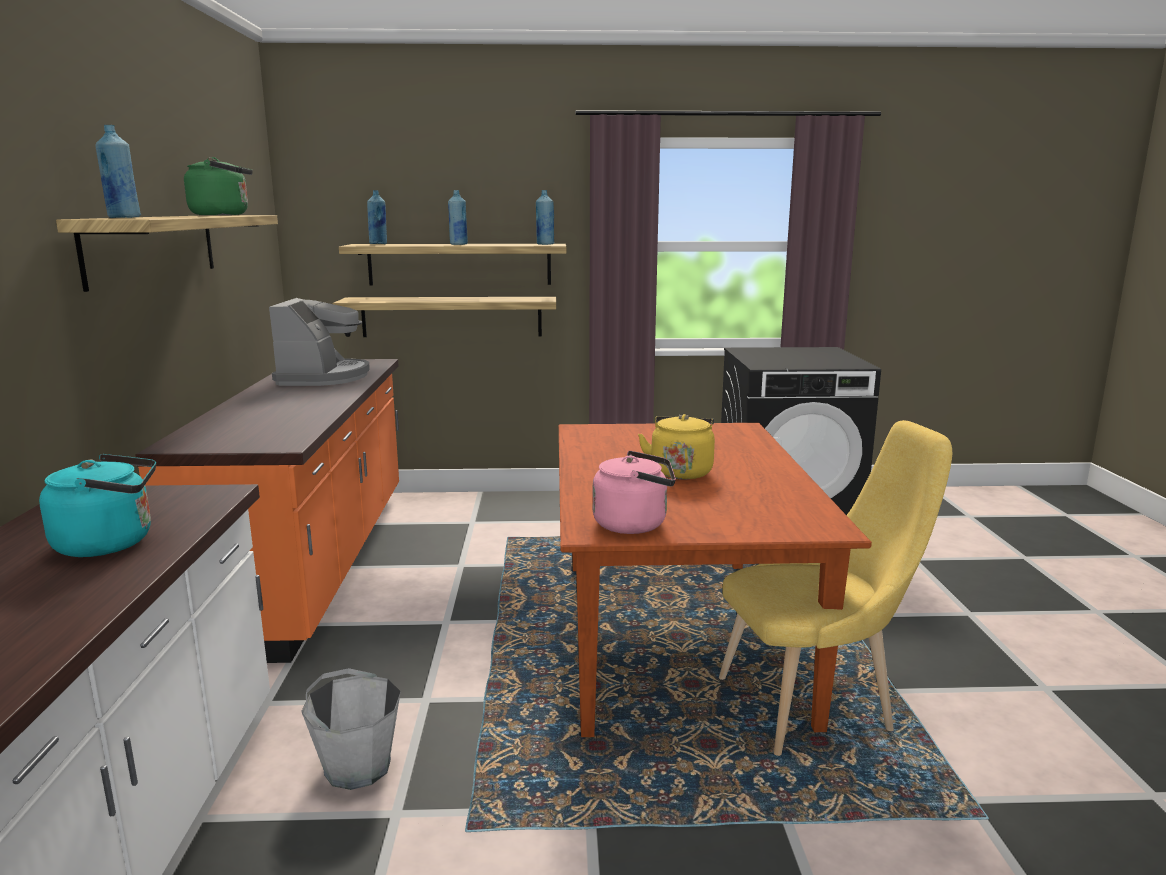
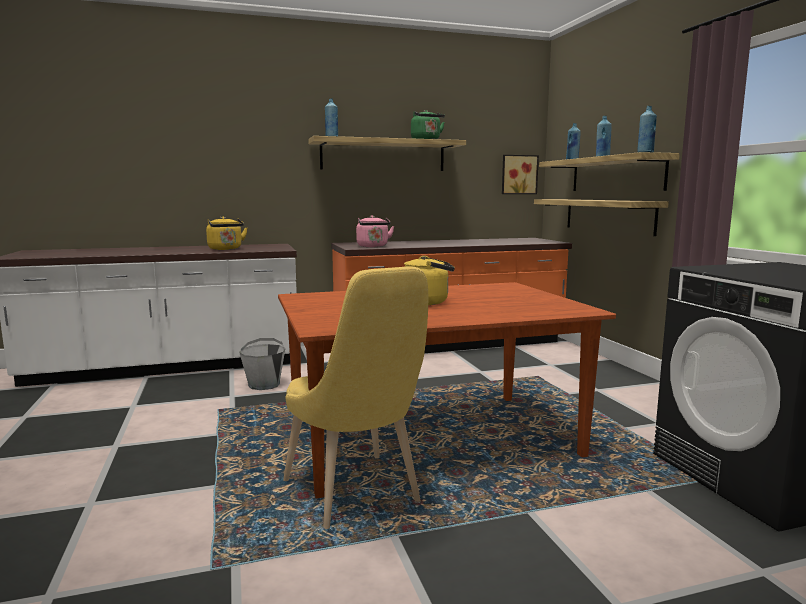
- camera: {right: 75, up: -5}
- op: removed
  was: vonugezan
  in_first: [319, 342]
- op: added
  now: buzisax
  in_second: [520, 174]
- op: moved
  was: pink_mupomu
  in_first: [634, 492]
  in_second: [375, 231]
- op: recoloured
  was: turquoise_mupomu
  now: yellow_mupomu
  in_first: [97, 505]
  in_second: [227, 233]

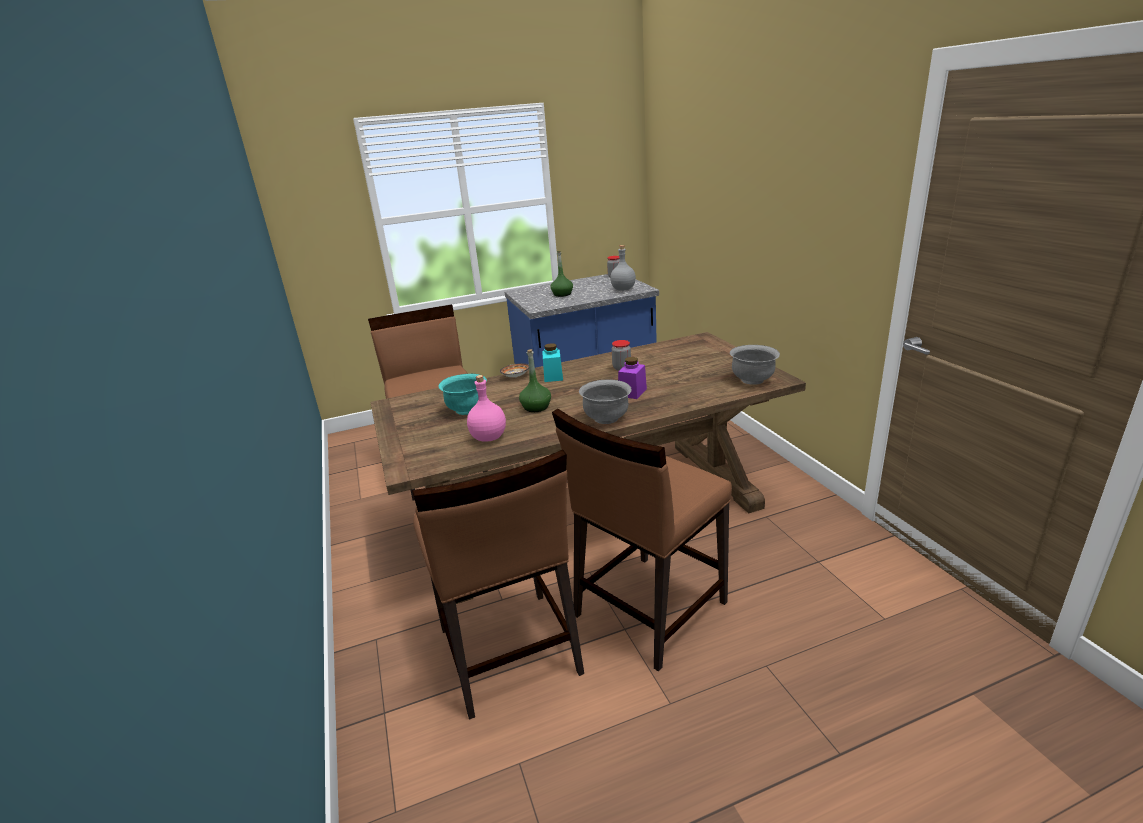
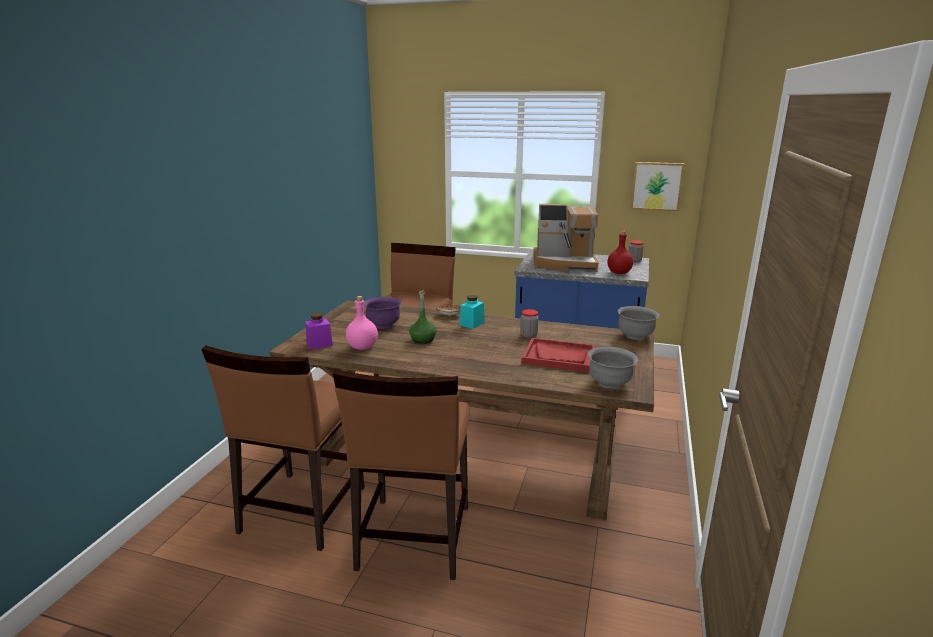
- camera: {right: 35, up: -5}
- op: added
  now: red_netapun
  in_second: [558, 355]
- op: added
  now: buzisax
  in_second: [657, 186]
- op: moved
  was: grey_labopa
  in_first: [605, 402]
  in_second: [639, 323]
- op: moved
  was: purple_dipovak
  in_first: [632, 378]
  in_second: [319, 331]
- op: replaced
  was: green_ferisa
  now: vonugezan
  in_first: [561, 274]
  in_second: [566, 238]
- op: recoloured
  was: turquoise_labopa
  now: purple_labopa
  in_first: [463, 394]
  in_second: [383, 313]
- op: recoloured
  was: grey_ferisa
  now: red_ferisa
  in_first: [623, 268]
  in_second: [620, 252]
- op: turned
  was: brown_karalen
  in_first: [642, 540]
  in_second: [401, 475]
  clockwise: -75

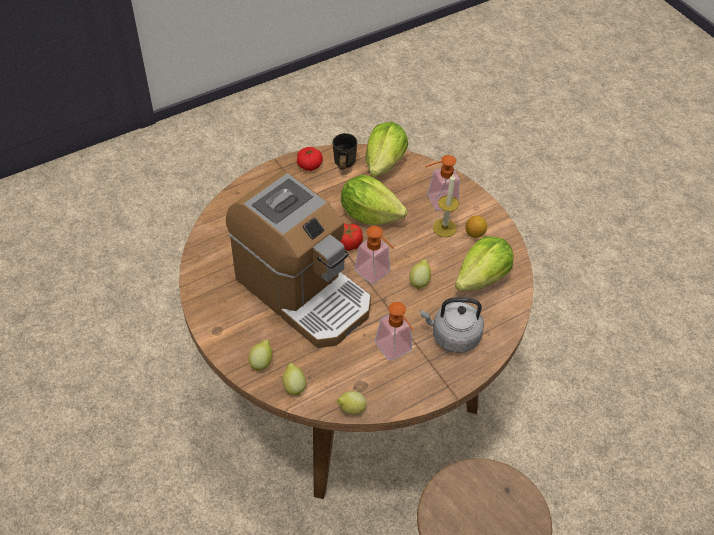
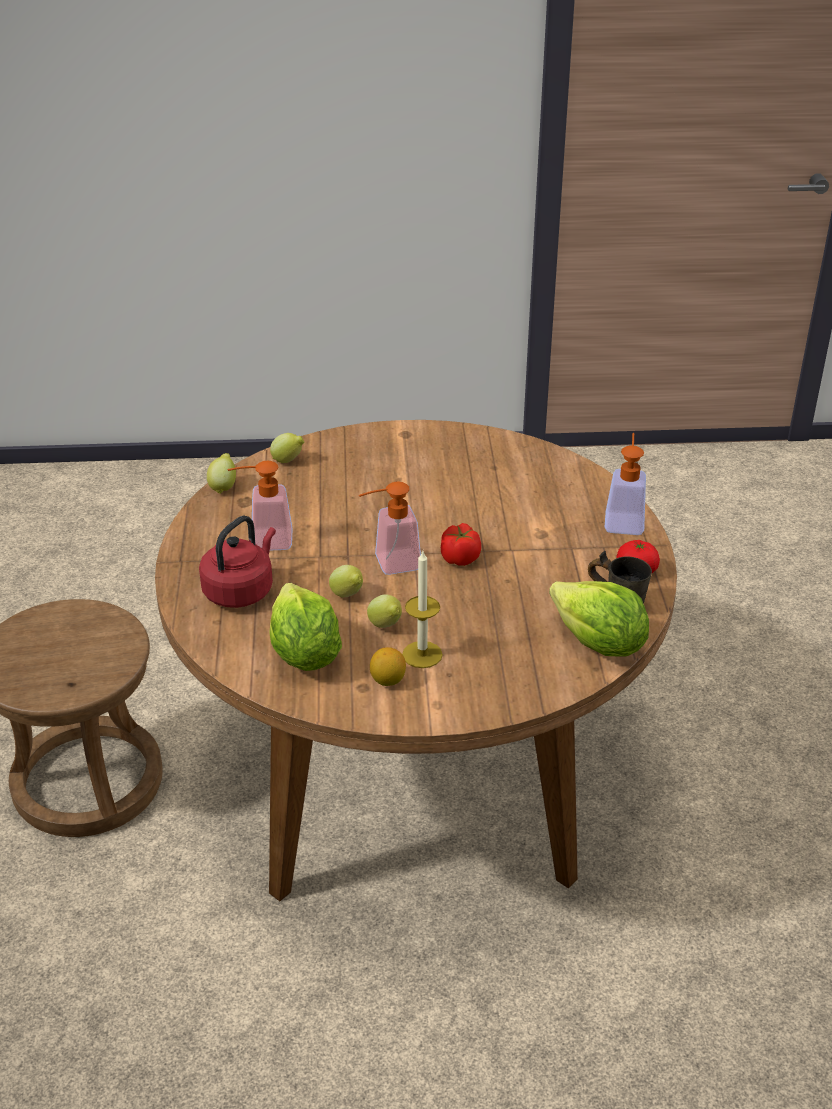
- camera: {right: 120, up: -15}
- op: removed
  was: vonugezan
  in_first: [298, 259]
- op: removed
  was: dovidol
  in_first: [374, 200]
- op: moved
  was: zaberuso
  in_first: [260, 355]
  in_second: [384, 611]
- op: moved
  was: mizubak
  in_first: [442, 183]
  in_second: [625, 484]
- op: recoloured
  was: grey_mupomu
  now: red_mupomu
  in_first: [452, 325]
  in_second: [237, 562]

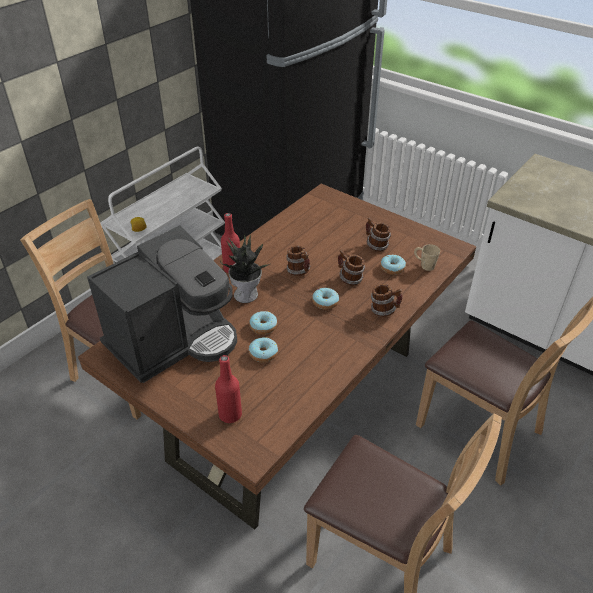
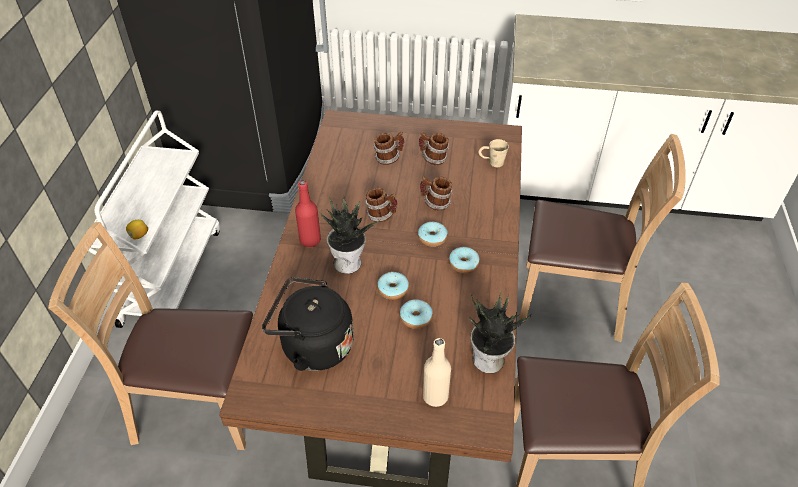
- camera: {right: -30, up: 5}
- op: added
  now: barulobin
  in_second: [500, 332]
- op: moved
  was: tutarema
  in_first: [387, 300]
  in_second: [388, 148]
- op: moved
  was: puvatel
  in_first: [393, 265]
  in_second: [464, 260]
- op: replaced
  was: vonugezan
  now: black_mupomu
  in_first: [162, 304]
  in_second: [308, 324]
- op: recoloured
  was: red_ferisa
  now: beige_ferisa
  in_first: [228, 389]
  in_second: [437, 372]

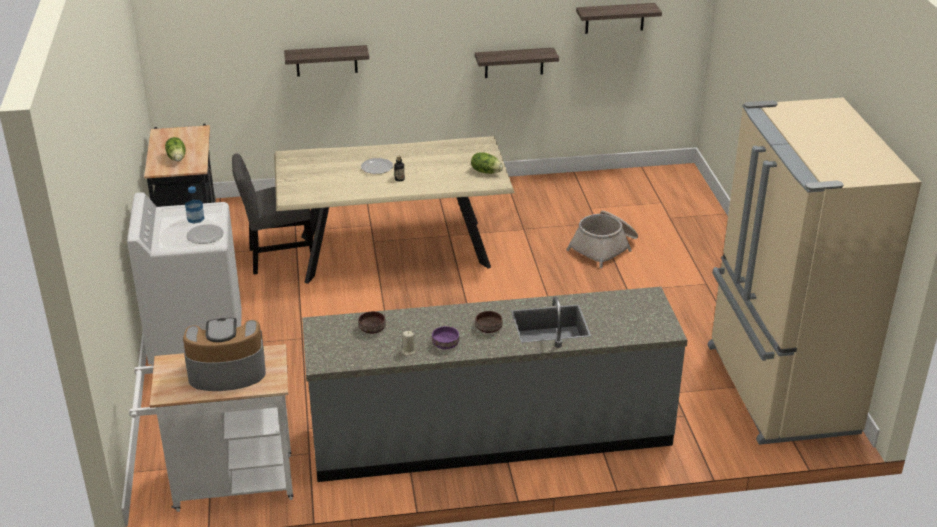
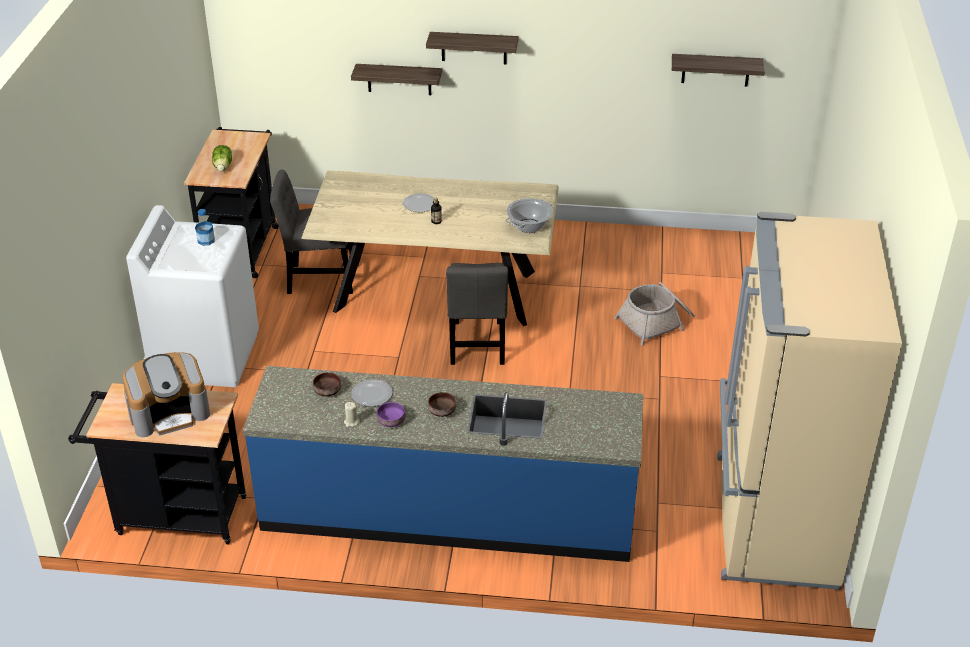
- camera: {right: 15, up: 5}
- op: added
  now: grey_karalen
  in_second: [477, 314]
- op: moved
  was: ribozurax
  in_first: [205, 234]
  in_second: [371, 392]
- op: moved
  was: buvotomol
  in_first: [517, 63]
  in_second: [472, 48]
- op: replaced
  was: dovidol
  now: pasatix
  in_first: [487, 163]
  in_second: [529, 215]
- op: recoloured
  was: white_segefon
  now: black_segefon
  in_first: [211, 428]
  in_second: [157, 463]
- op: recoloured
  was: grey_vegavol
  now: blue_vegavol
  in_first: [495, 384]
  in_second: [443, 464]
- op: turned
  was: vonugezan
  in_first: [224, 354]
  in_second: [166, 394]
  clockwise: 150

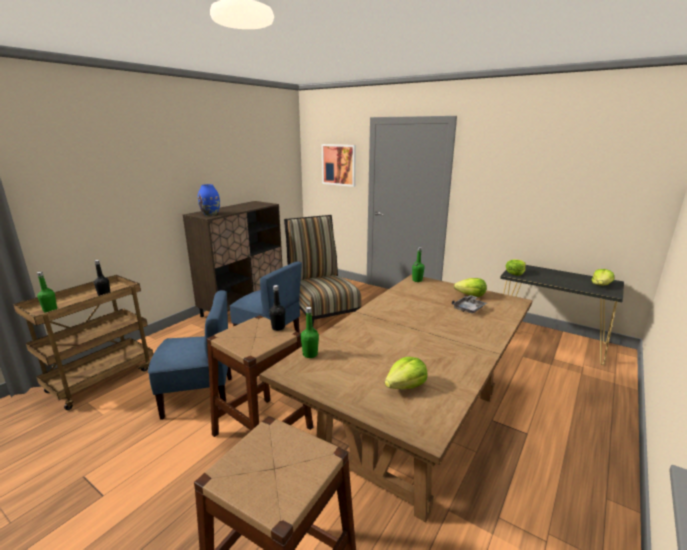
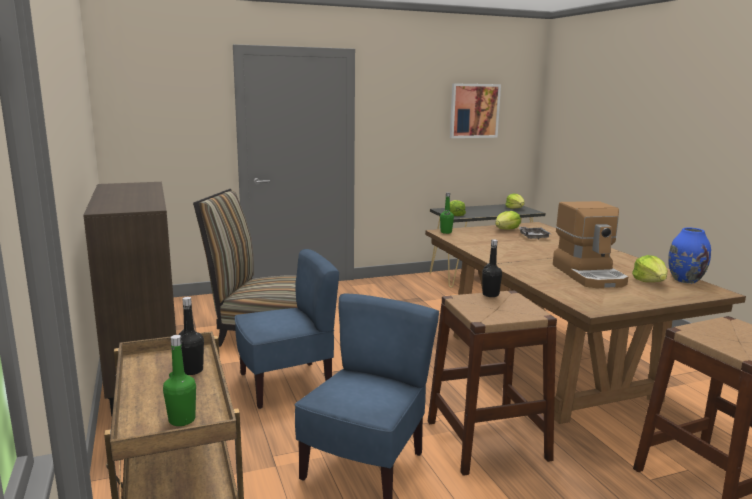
- camera: {right: -55, up: -5}
- op: removed
  was: green_ferisa
  in_first: [310, 332]
- op: added
  now: vonugezan
  in_second: [590, 244]
- op: moved
  was: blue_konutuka
  in_first: [209, 200]
  in_second: [689, 255]
- op: moved
  was: buzisax
  in_first: [339, 165]
  in_second: [475, 110]

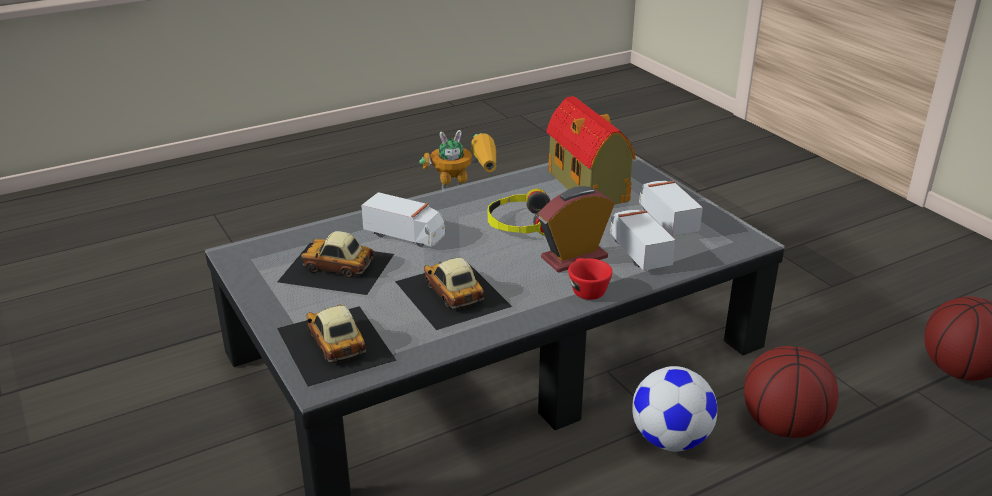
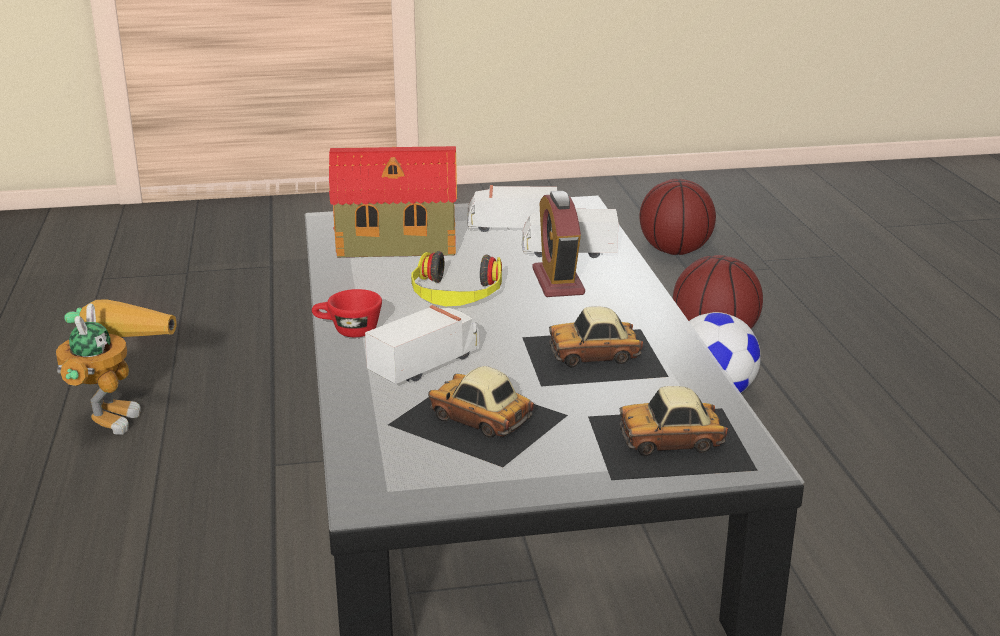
- camera: {right: -70, up: -5}
- op: moved
  was: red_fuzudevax
  in_first: [590, 279]
  in_second: [347, 313]
- op: turned
  was: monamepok
  in_first: [335, 263]
  in_second: [478, 416]
  clockwise: 90

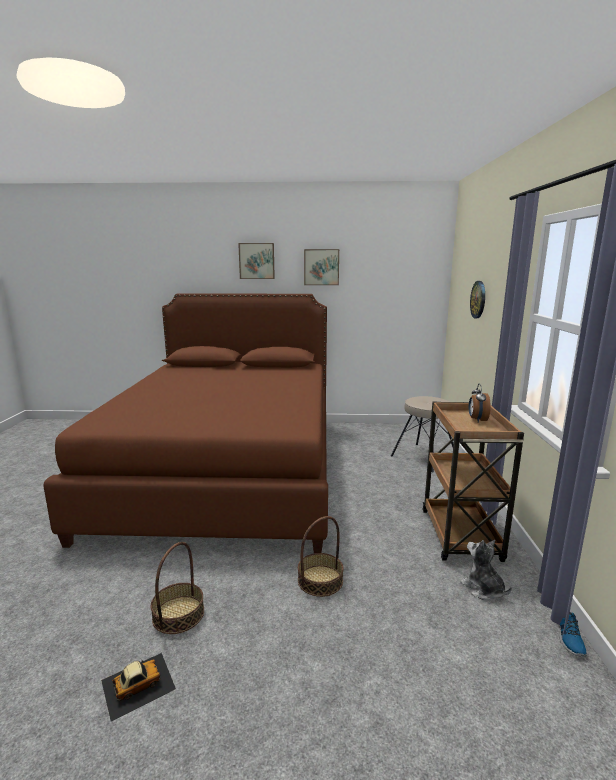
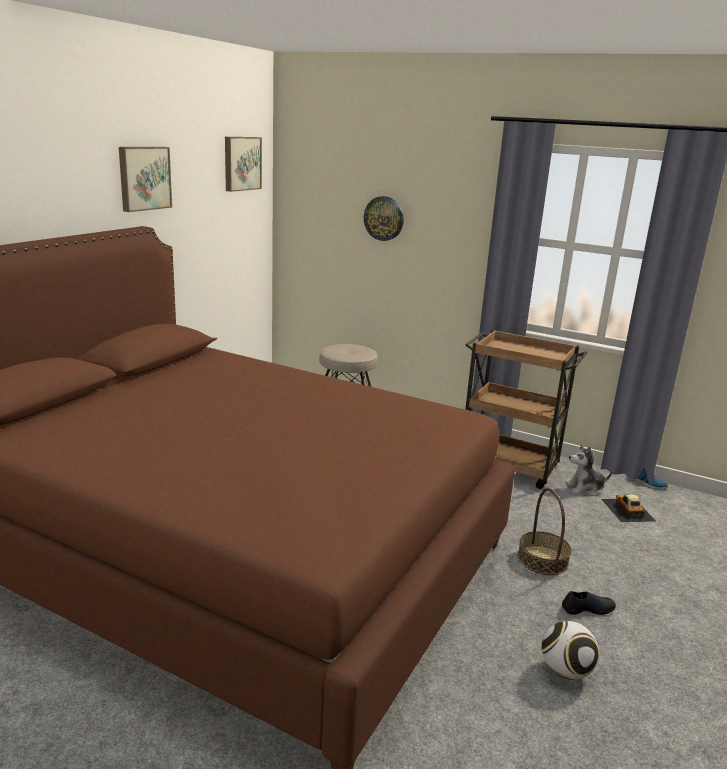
- camera: {right: -65, up: 5}
- op: removed
  was: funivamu
  in_first: [480, 403]
- op: added
  now: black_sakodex
  in_second: [589, 603]
- op: moved
  was: monamepok
  in_first: [138, 687]
  in_second: [628, 508]
- op: moved
  was: buzisax
  in_first: [256, 261]
  in_second: [243, 164]
- op: replaced
  was: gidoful
  now: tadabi
  in_first: [177, 588]
  in_second: [570, 650]

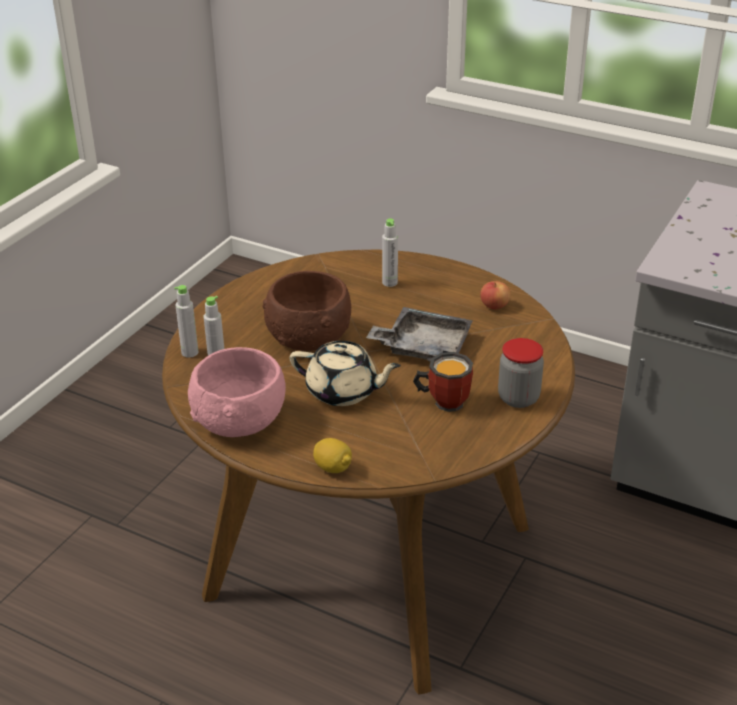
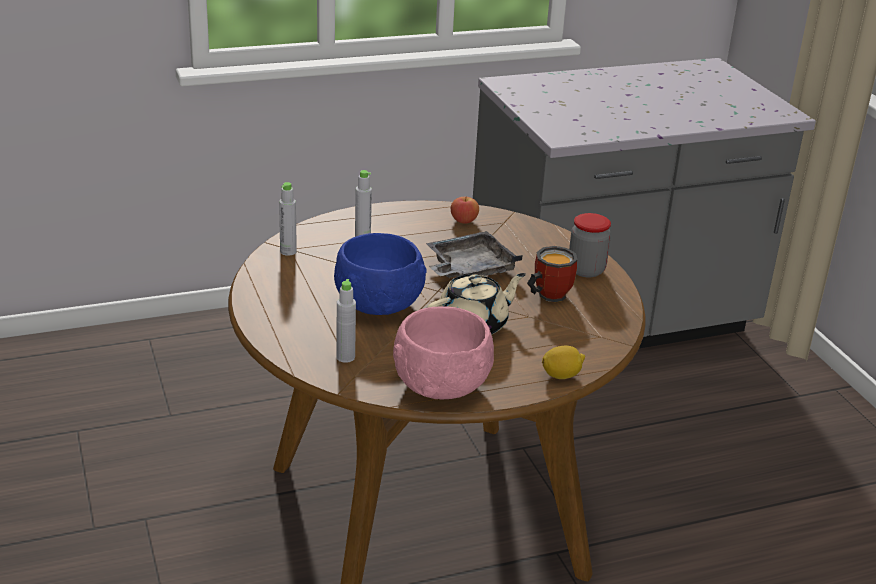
- camera: {right: -50, up: -5}
- op: moved
  was: grey_ferisa
  in_first: [186, 321]
  in_second: [288, 219]
- op: recoloured
  was: brown_labopa
  now: blue_labopa
  in_first: [306, 311]
  in_second: [380, 274]

